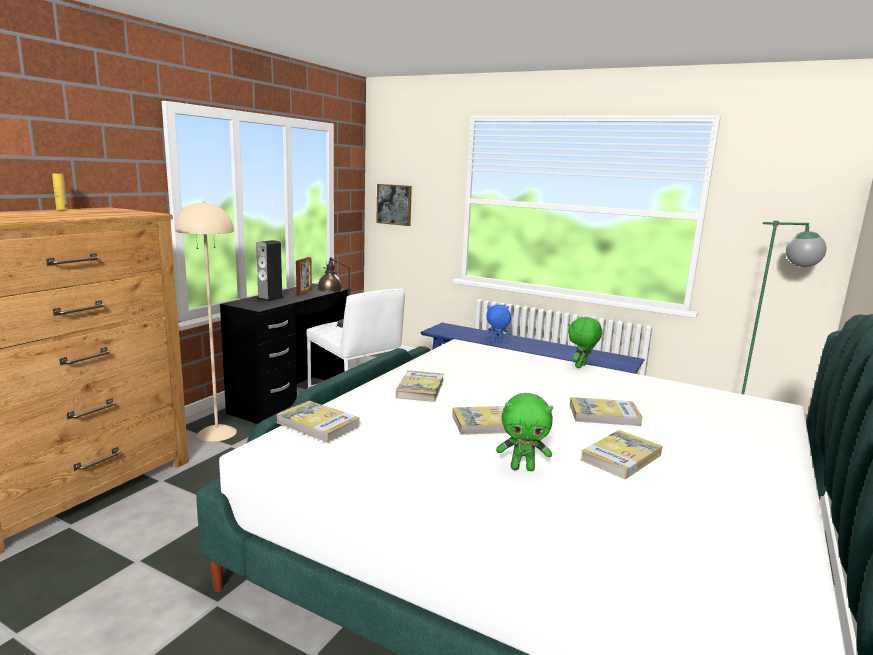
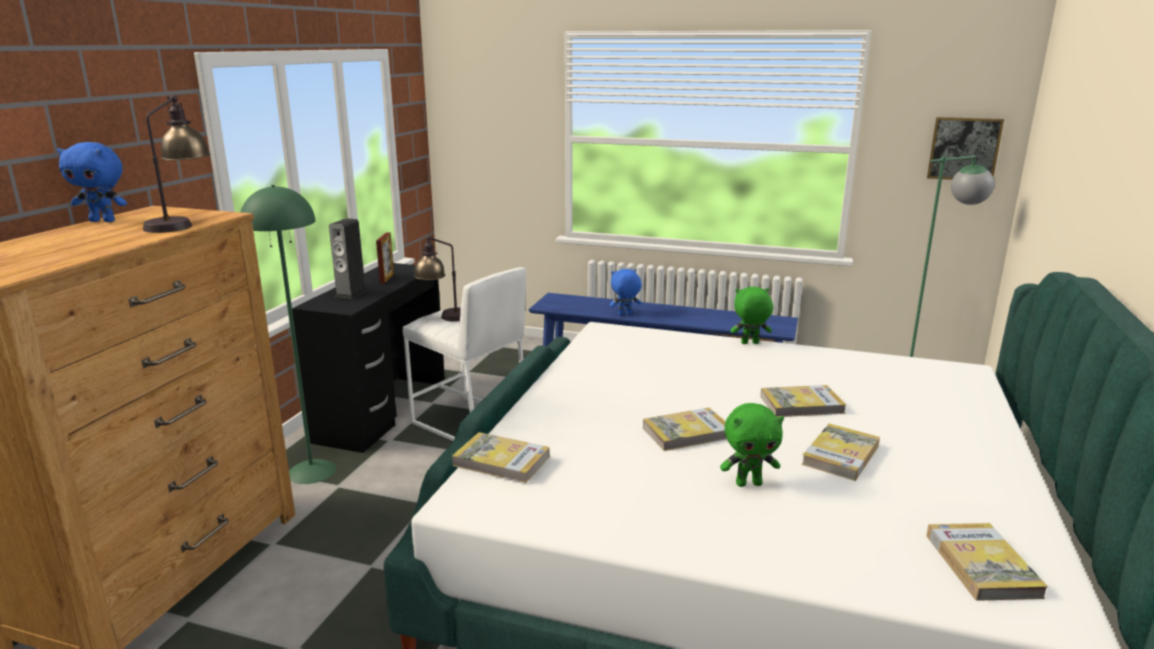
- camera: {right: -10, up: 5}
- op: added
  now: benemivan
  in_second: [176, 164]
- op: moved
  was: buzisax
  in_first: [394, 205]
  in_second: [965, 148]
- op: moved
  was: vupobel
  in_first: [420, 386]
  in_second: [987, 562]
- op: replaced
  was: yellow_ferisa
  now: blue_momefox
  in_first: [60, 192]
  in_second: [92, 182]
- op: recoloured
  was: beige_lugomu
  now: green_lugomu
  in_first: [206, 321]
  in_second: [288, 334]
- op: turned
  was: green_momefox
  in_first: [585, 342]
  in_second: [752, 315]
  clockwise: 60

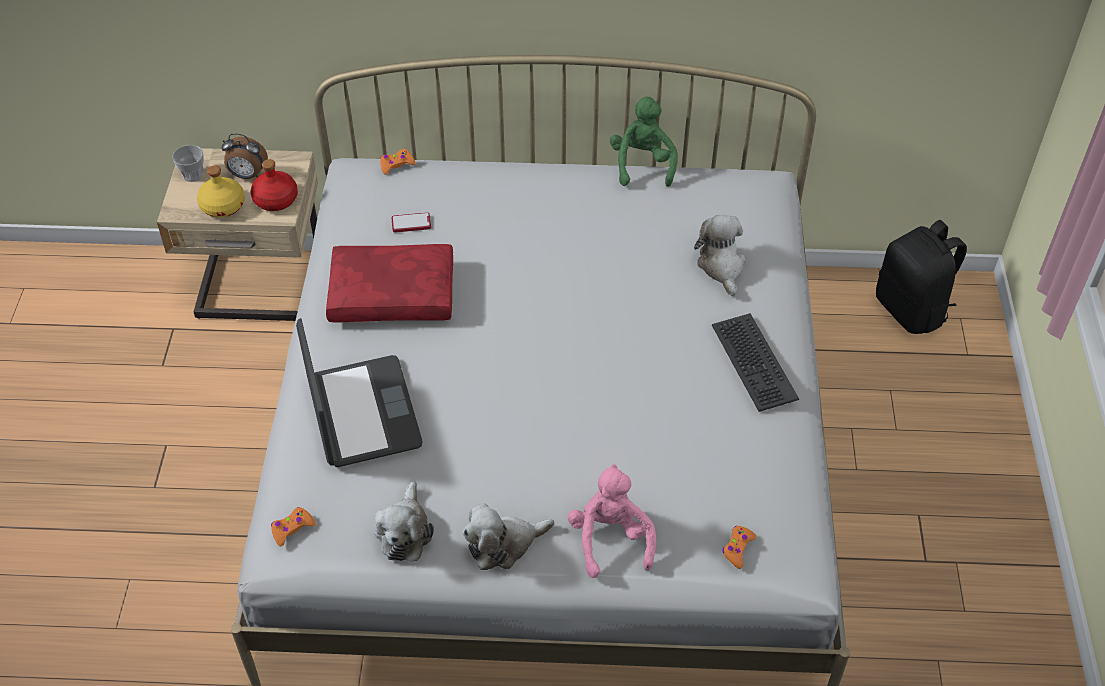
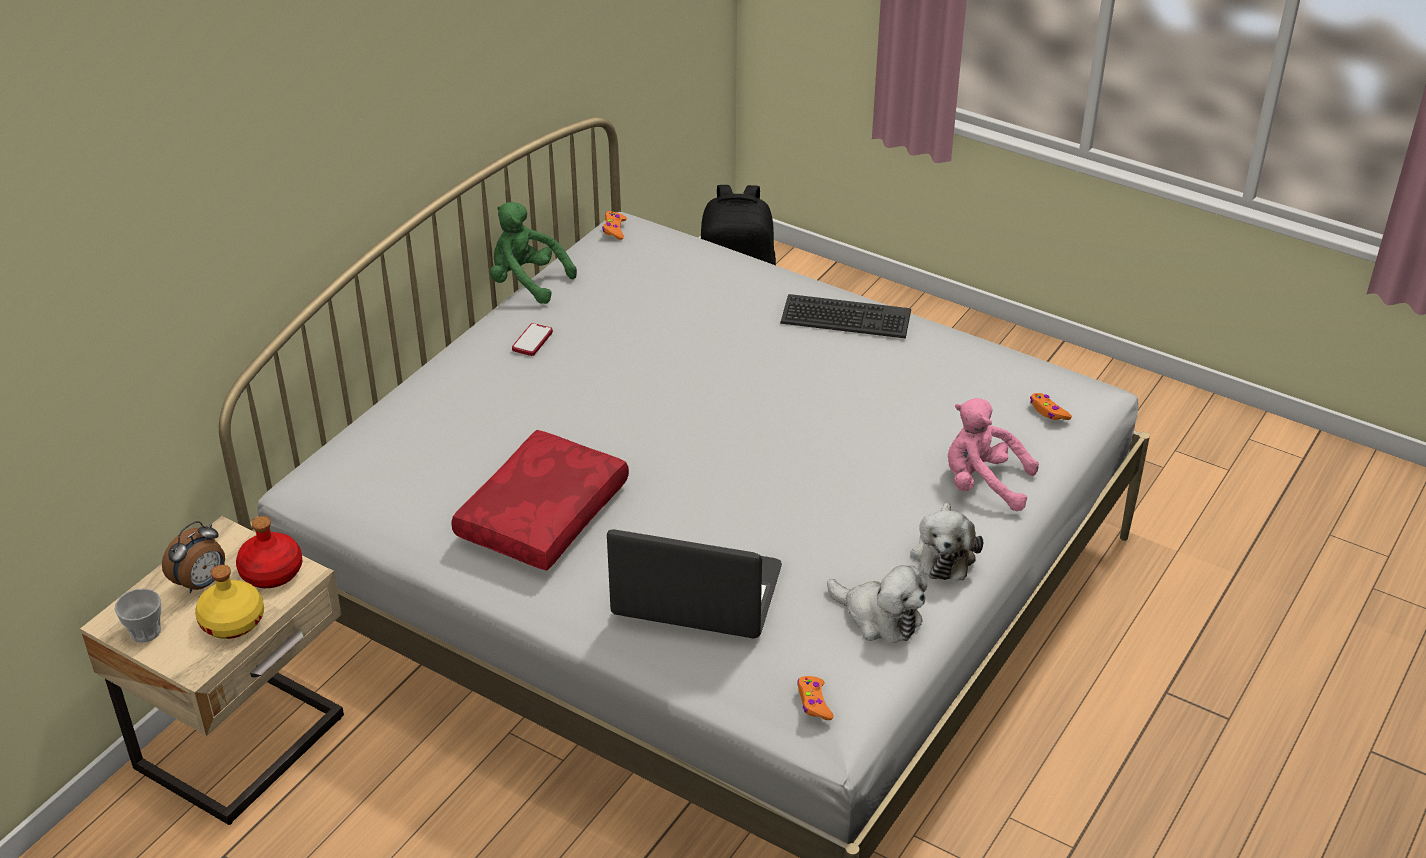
- camera: {right: -60, up: -10}
- op: removed
  was: momefox
  in_first: [720, 255]
- op: moved
  was: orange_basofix
  in_first: [398, 162]
  in_second: [614, 225]
- op: moved
  was: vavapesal
  in_first: [411, 222]
  in_second: [532, 339]

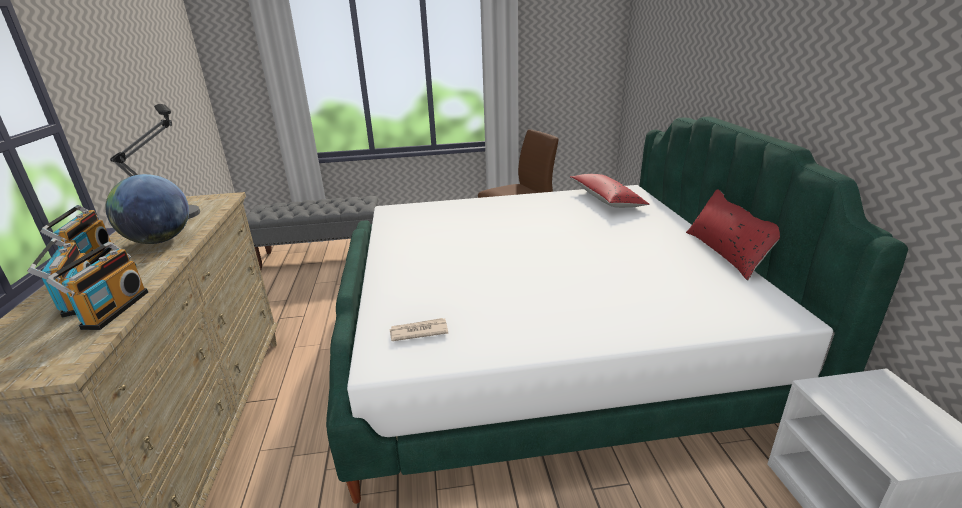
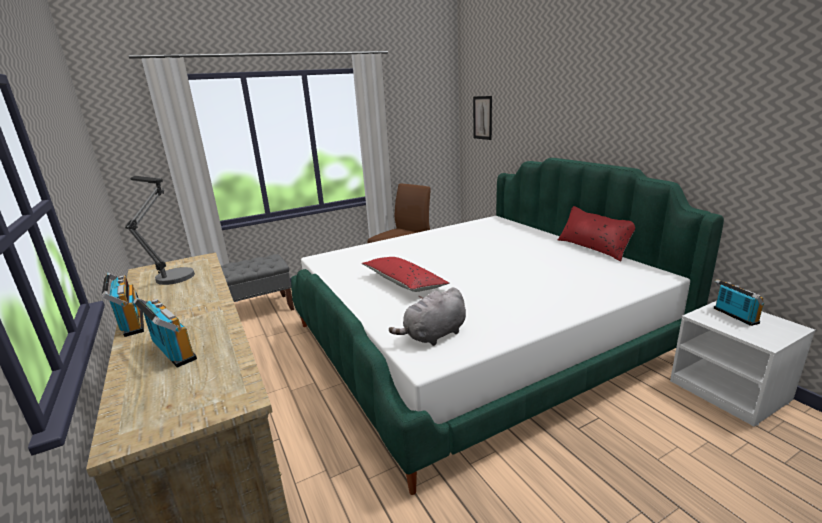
- camera: {right: -20, up: -5}
- op: removed
  was: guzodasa
  in_first: [147, 209]
- op: added
  now: buzisax
  in_second: [482, 118]
- op: moved
  was: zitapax
  in_first: [97, 286]
  in_second: [739, 302]
- op: moved
  was: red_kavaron
  in_first: [609, 191]
  in_second: [405, 274]
- op: replaced
  was: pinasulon
  now: grey_momefox
  in_first: [419, 329]
  in_second: [427, 316]

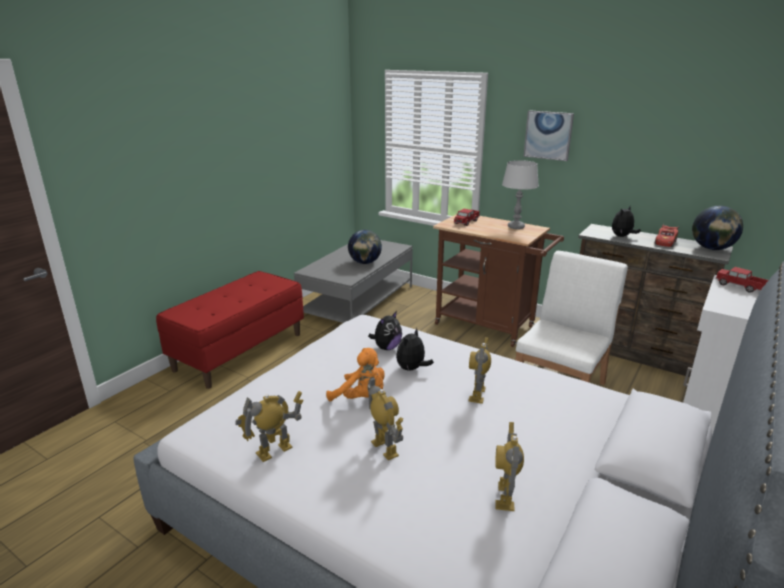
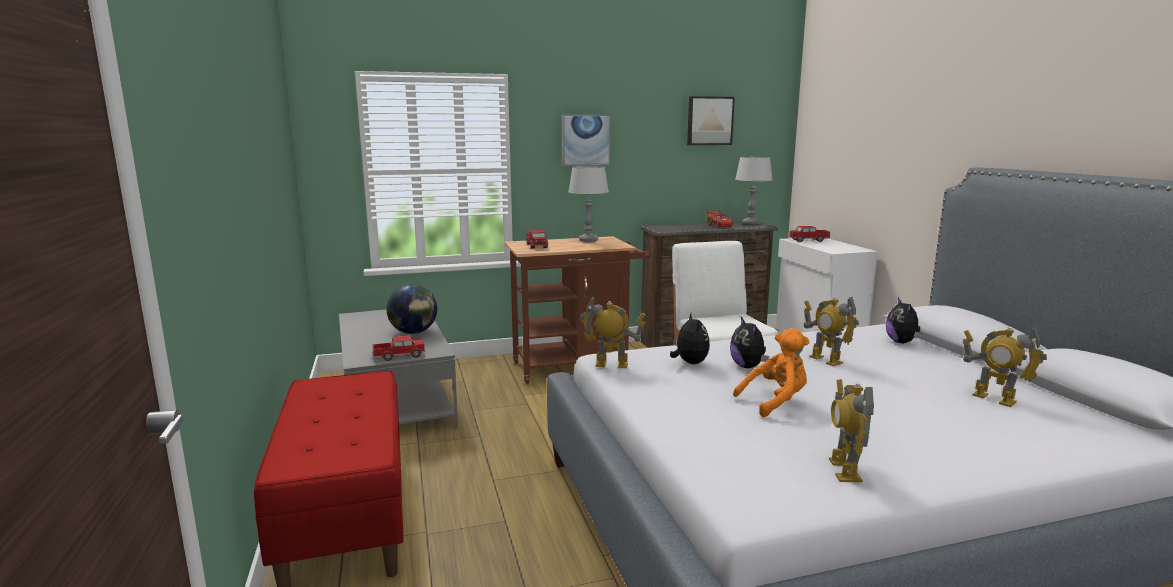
- camera: {right: -50, up: -10}
- op: added
  now: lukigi
  in_second: [399, 348]
- op: added
  now: buzisax
  in_second: [711, 120]
- op: moved
  was: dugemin
  in_first: [385, 418]
  in_second: [612, 332]
- op: moved
  was: momefox
  in_first: [626, 221]
  in_second: [904, 320]
- op: replaced
  was: guzodasa
  now: grey_benemivan
  in_first: [717, 228]
  in_second: [753, 191]

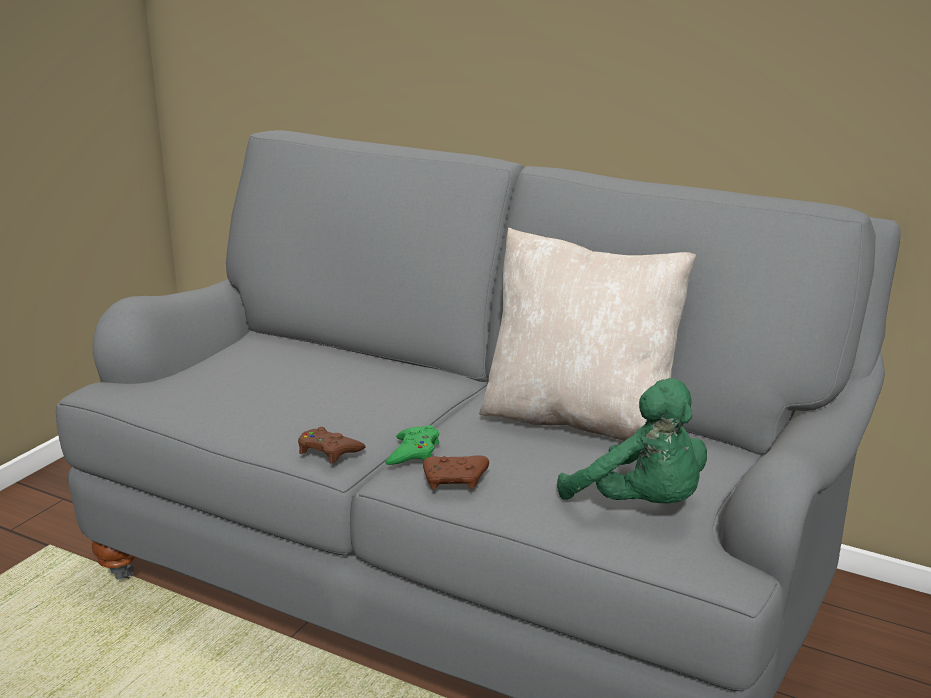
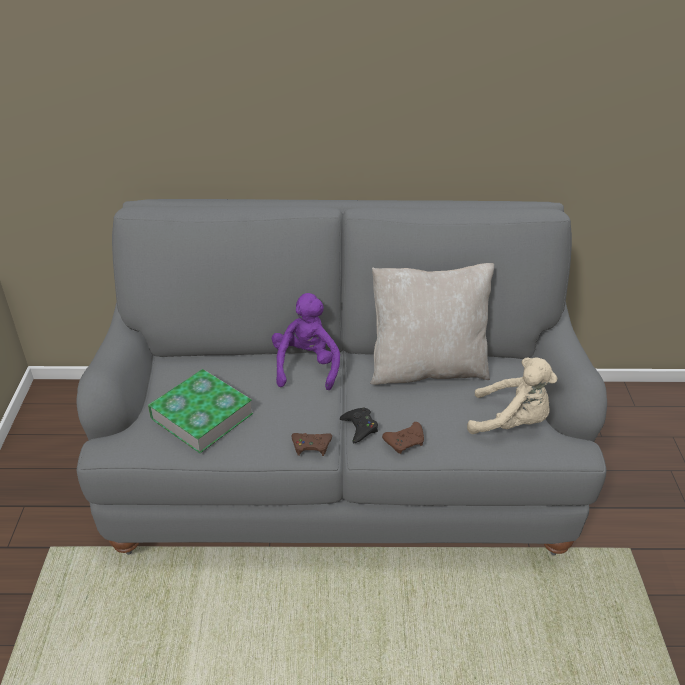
- camera: {right: -30, up: 15}
- op: added
  now: vupobel
  in_second: [200, 411]
- op: added
  now: purple_momefox
  in_second: [306, 341]
- op: recoloured
  was: green_basofix
  now: black_basofix
  in_first: [412, 445]
  in_second: [359, 425]
- op: recoloured
  was: green_momefox
  now: beige_momefox
  in_first: [632, 440]
  in_second: [512, 395]

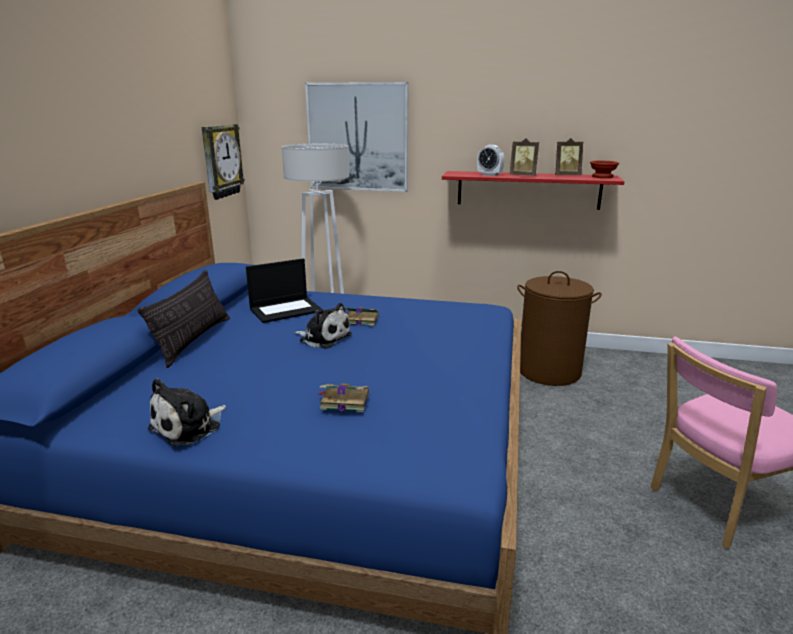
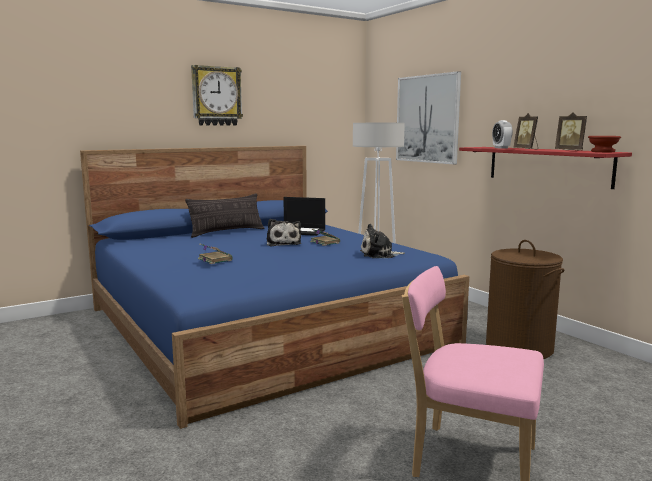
- camera: {right: 45, up: -10}
- op: moved
  was: momefox
  in_first: [187, 412]
  in_second: [382, 241]
- op: moved
  was: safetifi
  in_first: [223, 162]
  in_second: [217, 95]

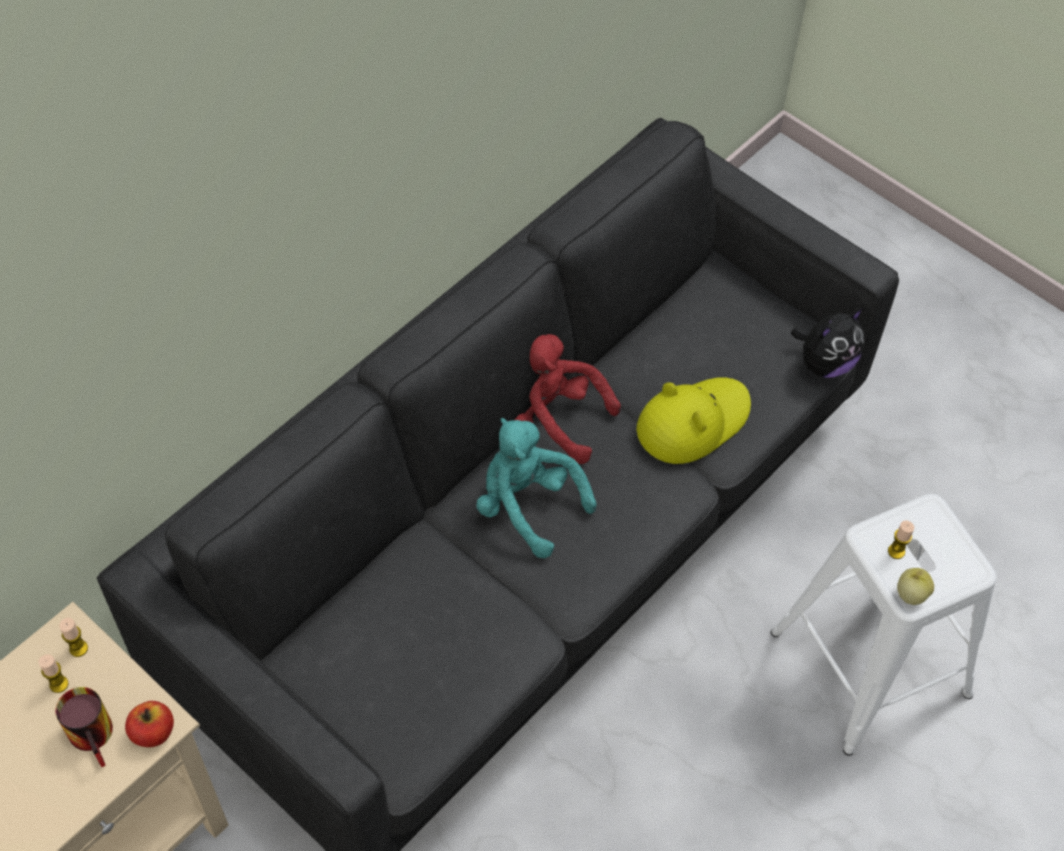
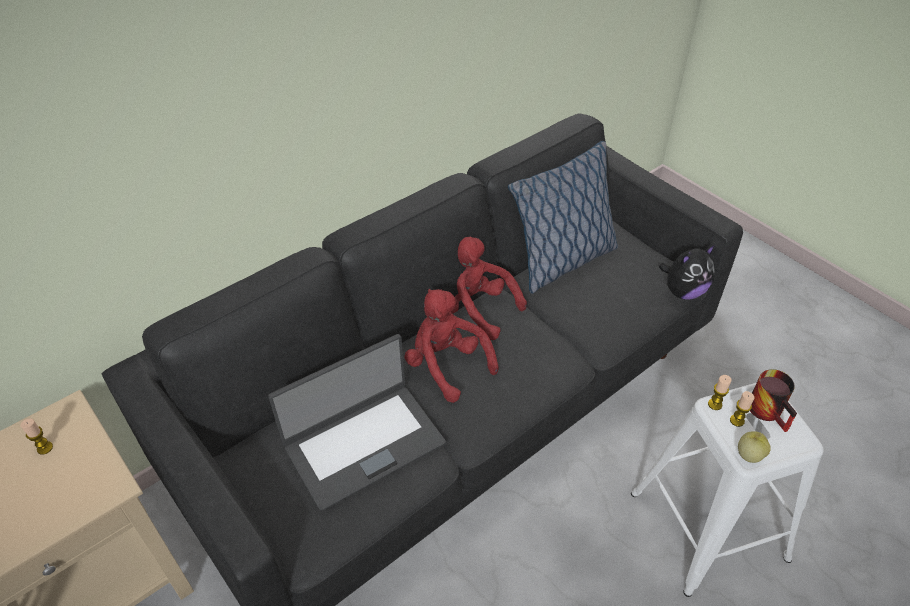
- camera: {right: 10, up: -10}
- op: removed
  was: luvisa
  in_first: [149, 724]
- op: removed
  was: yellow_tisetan
  in_first: [694, 420]
- op: added
  now: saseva
  in_second: [357, 422]
- op: added
  now: kavaron
  in_second: [563, 217]
- op: moved
  was: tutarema
  in_first: [84, 727]
  in_second: [773, 400]
- op: moved
  was: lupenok
  in_first: [73, 637]
  in_second: [720, 392]
- op: recoloured
  was: turquoise_momefox
  now: red_momefox
  in_first: [536, 488]
  in_second: [452, 346]

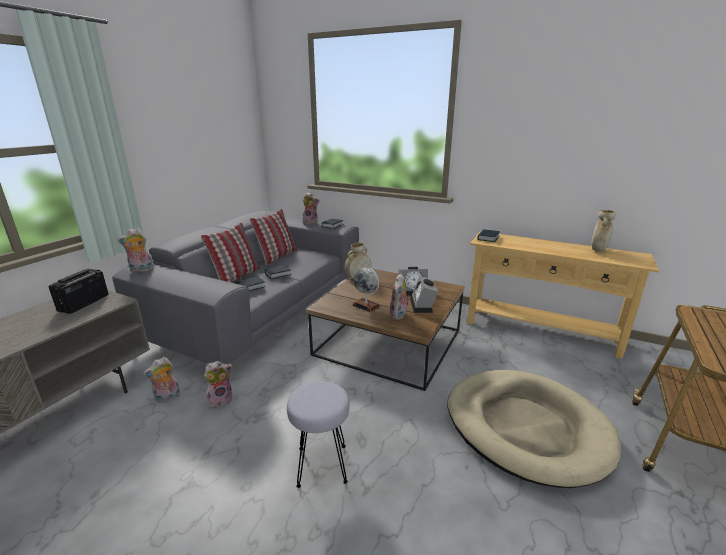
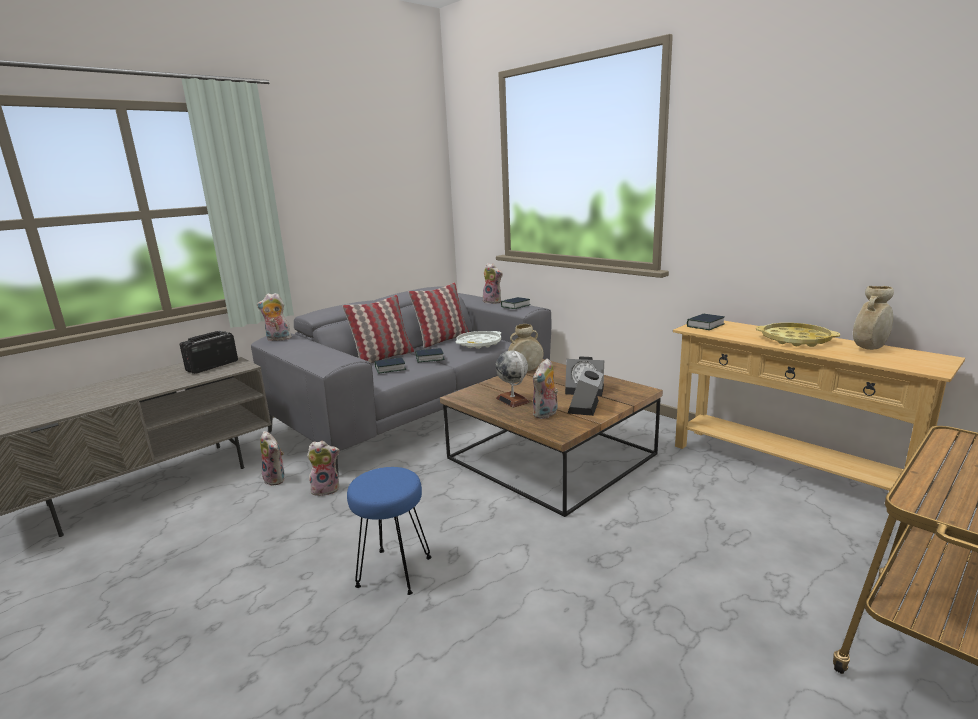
- camera: {right: 20, up: -5}
- op: removed
  was: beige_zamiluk
  in_first: [534, 429]
- op: added
  now: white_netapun
  in_second: [478, 340]
- op: added
  now: yellow_netapun
  in_second: [798, 335]
- op: recoloured
  was: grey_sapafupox
  now: blue_sapafupox
  in_first: [318, 434]
  in_second: [389, 531]
- op: turned
  was: momefox
  in_first: [162, 380]
  in_second: [272, 458]
  clockwise: -120

